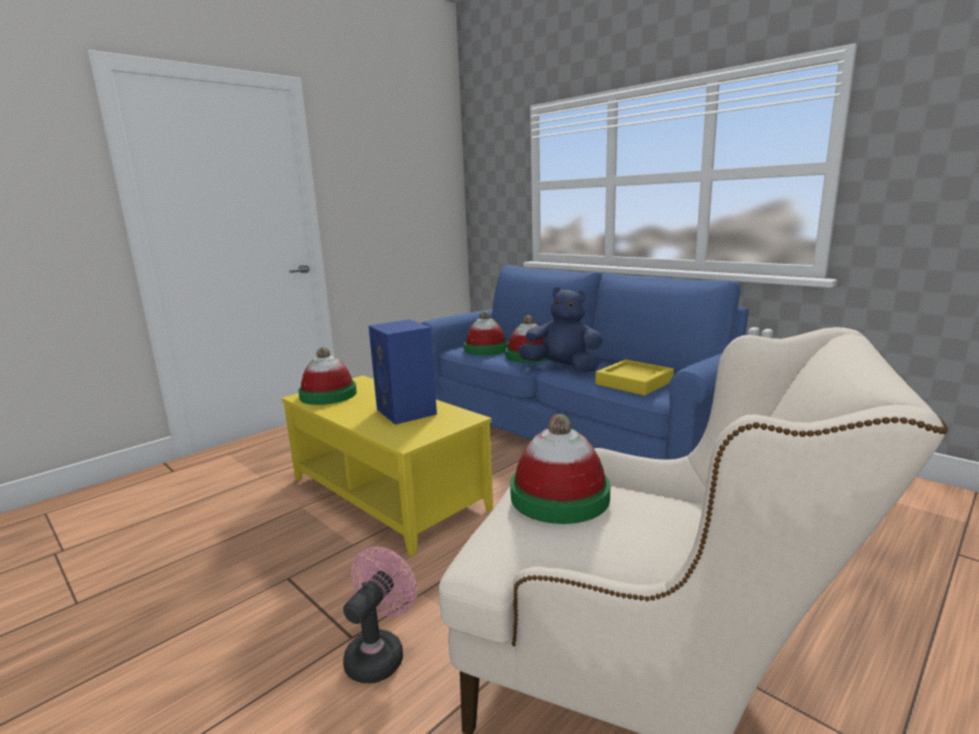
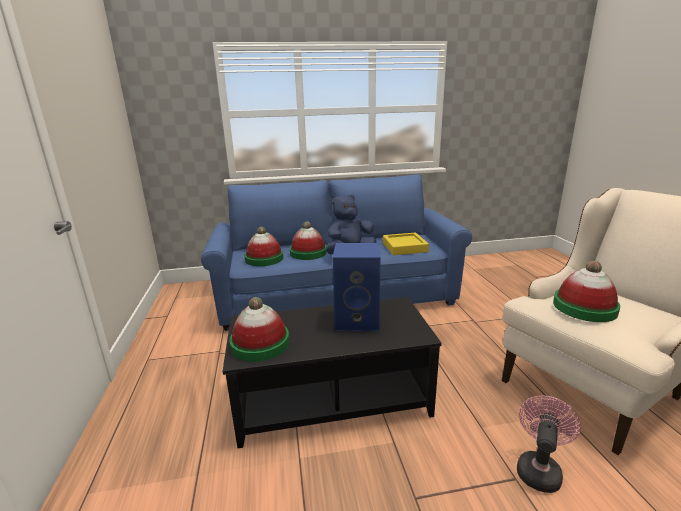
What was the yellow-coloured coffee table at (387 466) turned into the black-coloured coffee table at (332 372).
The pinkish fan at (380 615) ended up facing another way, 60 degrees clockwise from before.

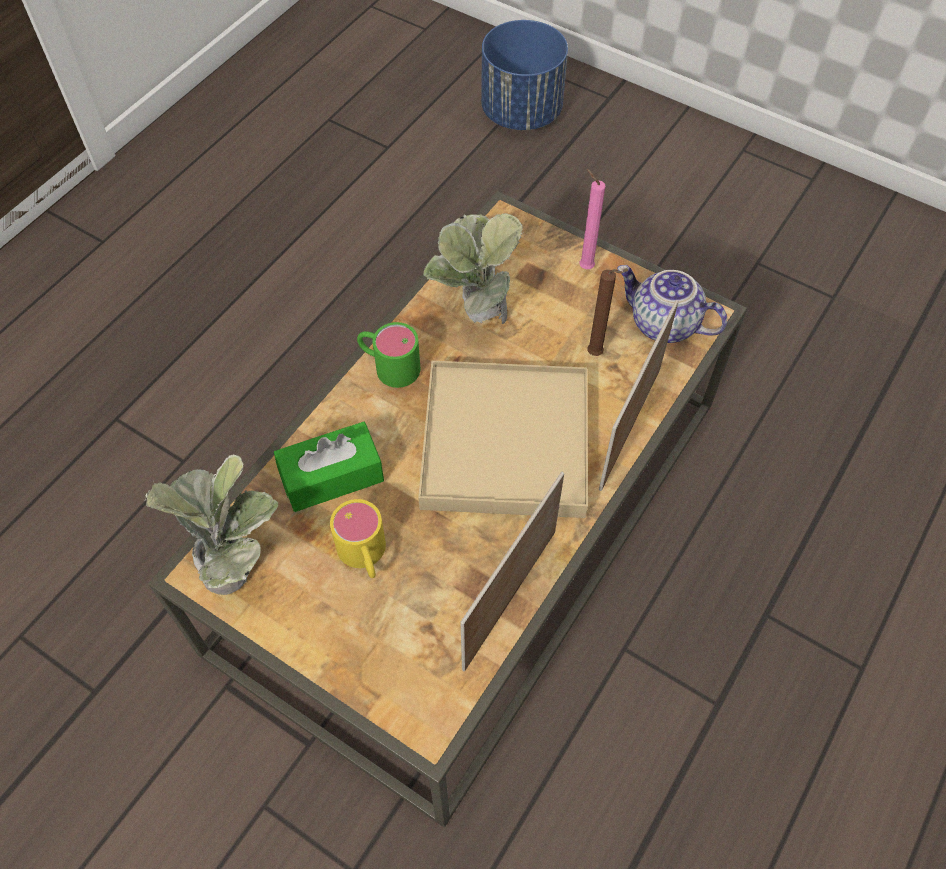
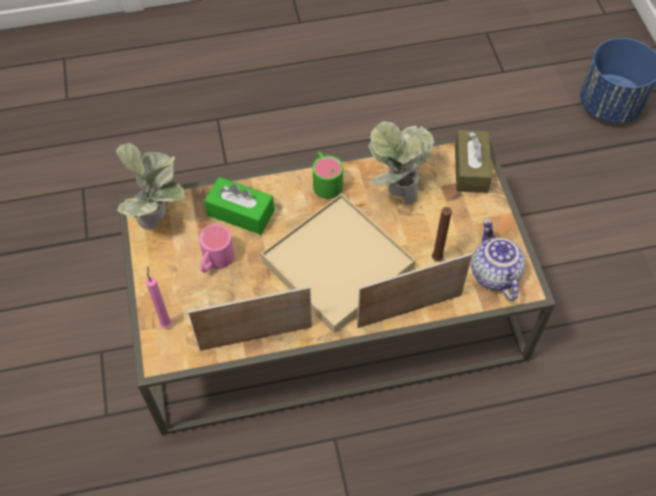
The pinkish wax light ended up elsewhere, having gone from (592 219) to (159 297).
What was the yellow-coloured tea mug at (358 538) turned into the pinkish tea mug at (216 248).
The second view gained the brown-coloured tissue holder at (473 161).

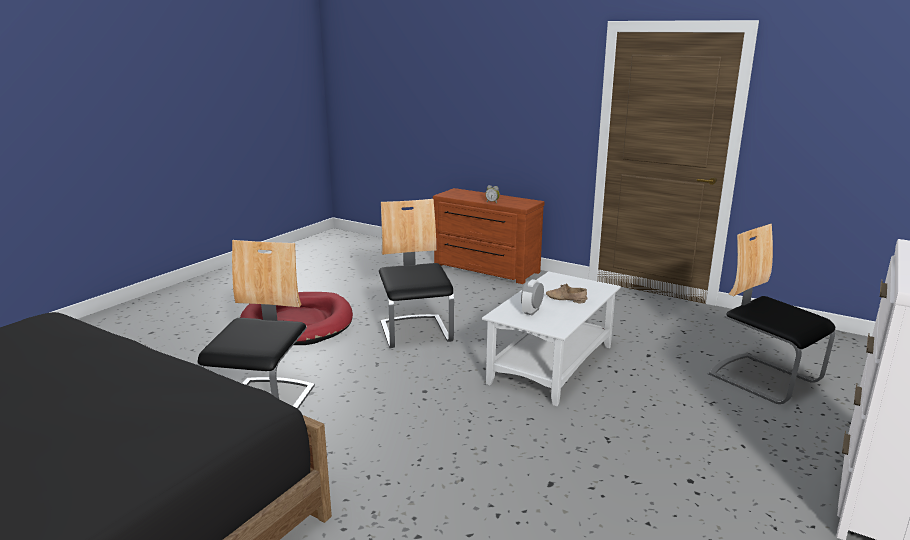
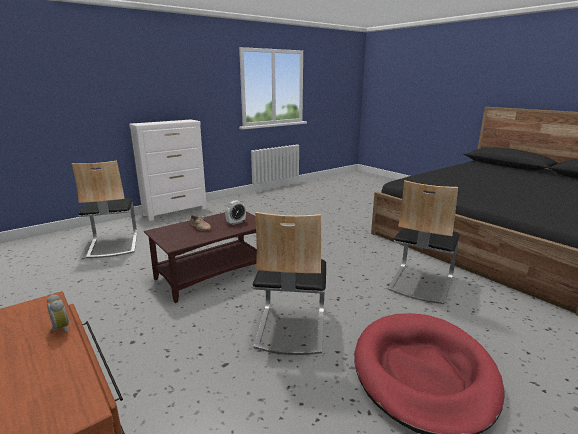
What was the whitish coffee table at (551 338) turned into the brown-coloured coffee table at (200 257).

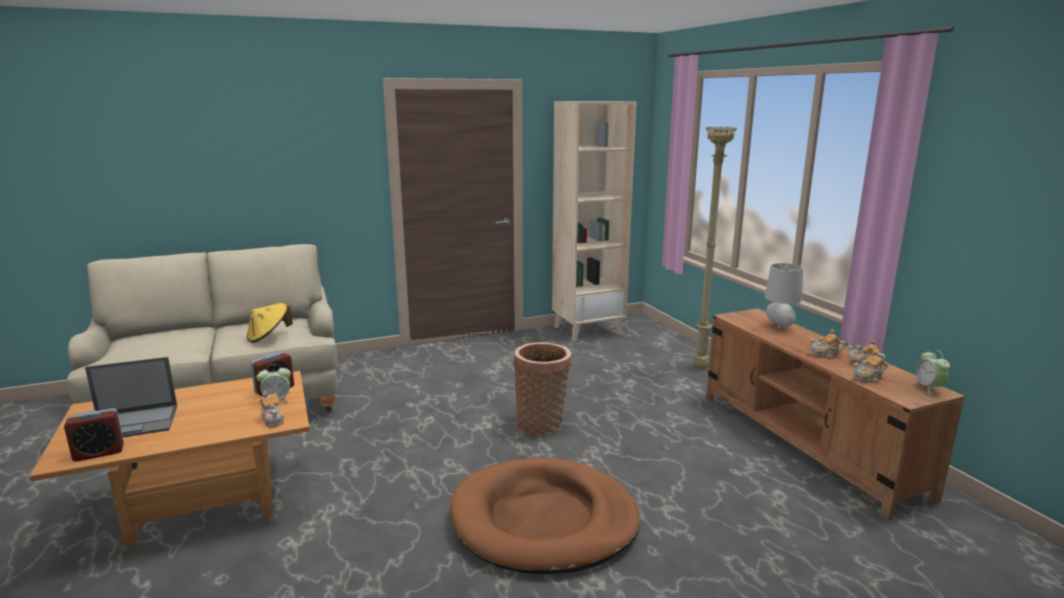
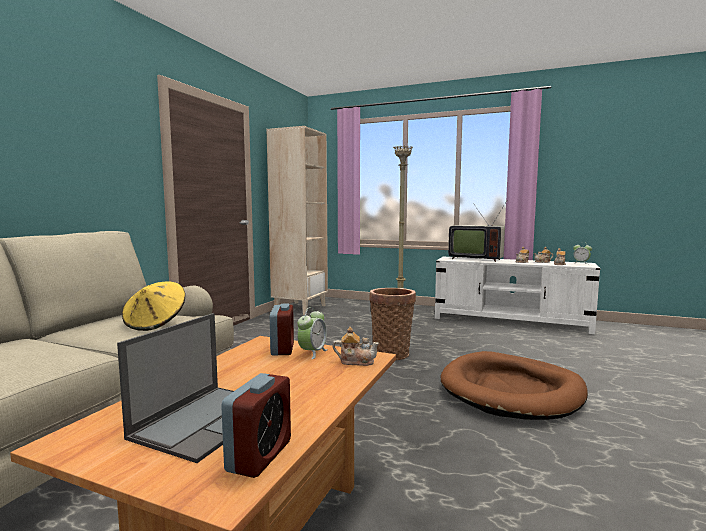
Where the grey tabletop lamp stood at (784 296), the TV came to stand at (477 231).
What was the brown-coloured tv unit at (835 414) turned into the whitish tv unit at (517 295).

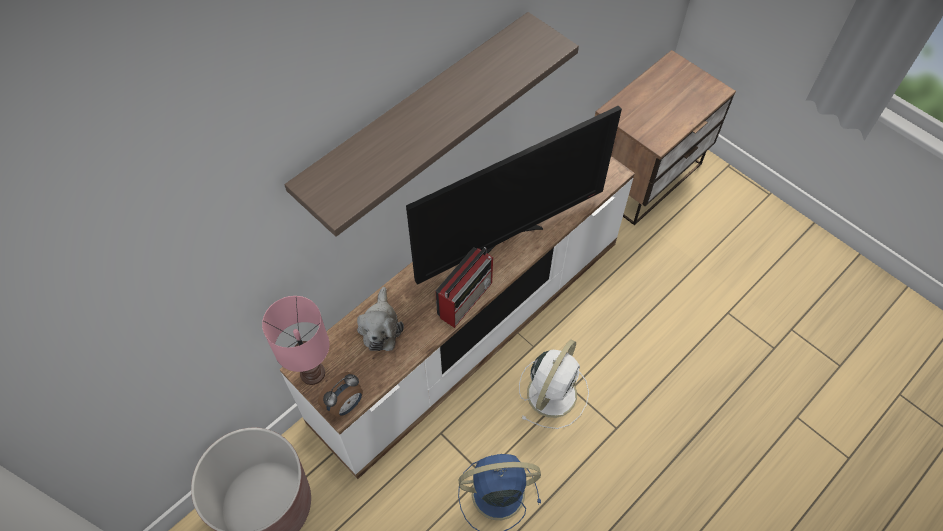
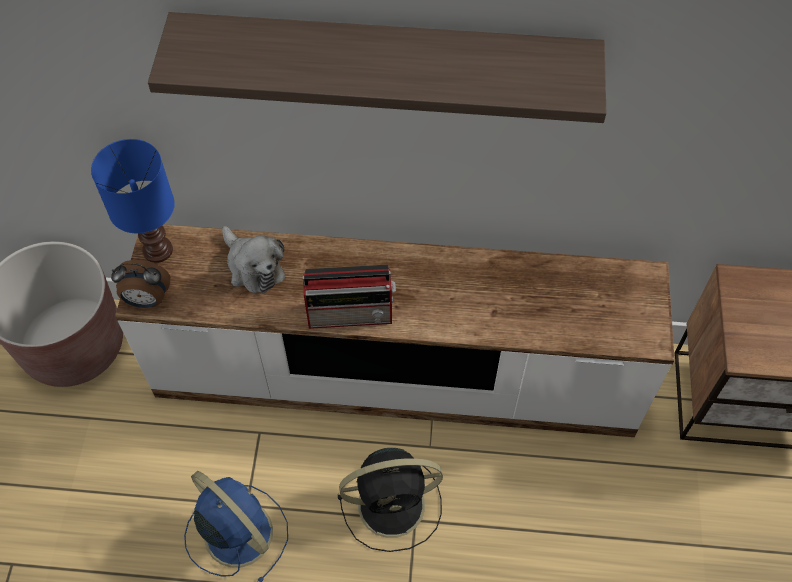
The second view lost the TV at (514 195).
The cuddly toy at (380 319) ended up facing another way, 90 degrees counterclockwise from before.
What was the pinkish tabletop lamp at (296 340) turned into the blue tabletop lamp at (133 201).
What was the whitish fan at (554 384) turned into the black-coloured fan at (390 500).

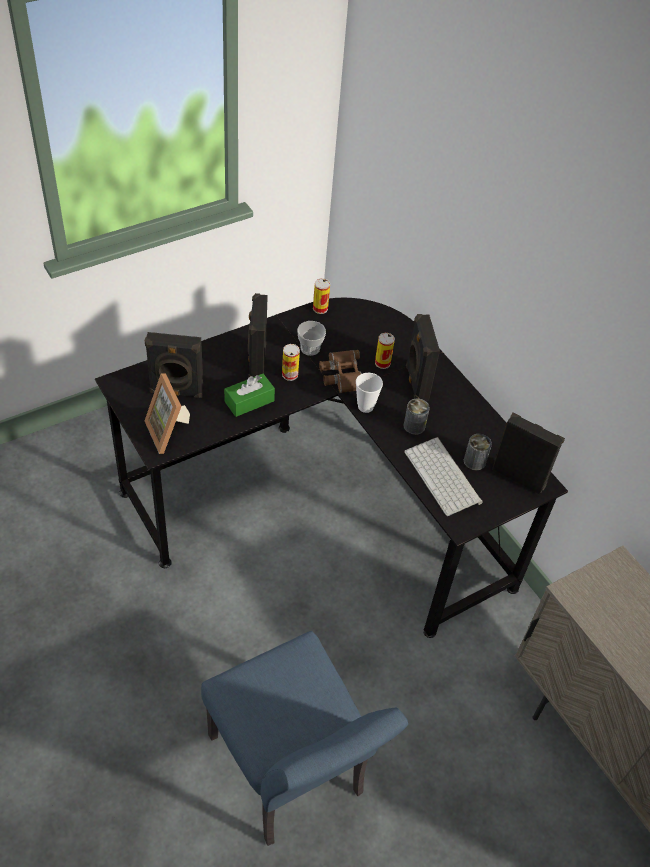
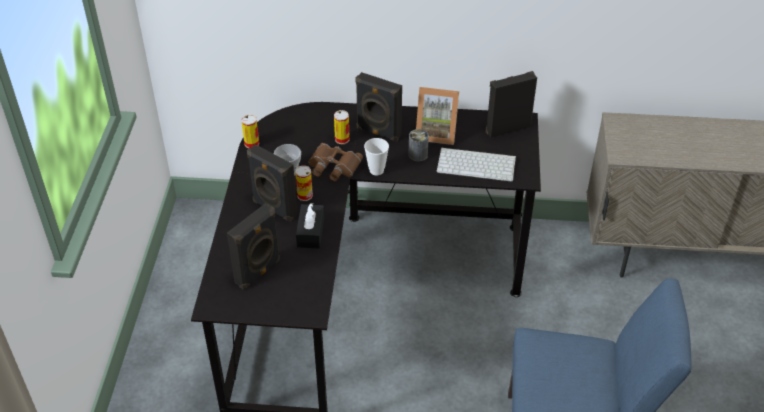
The picture frame ended up elsewhere, having gone from (167 413) to (437 116).
What was the green tissue holder at (249 395) turned into the black-coloured tissue holder at (310 225).
The second view lost the metal can at (478 452).

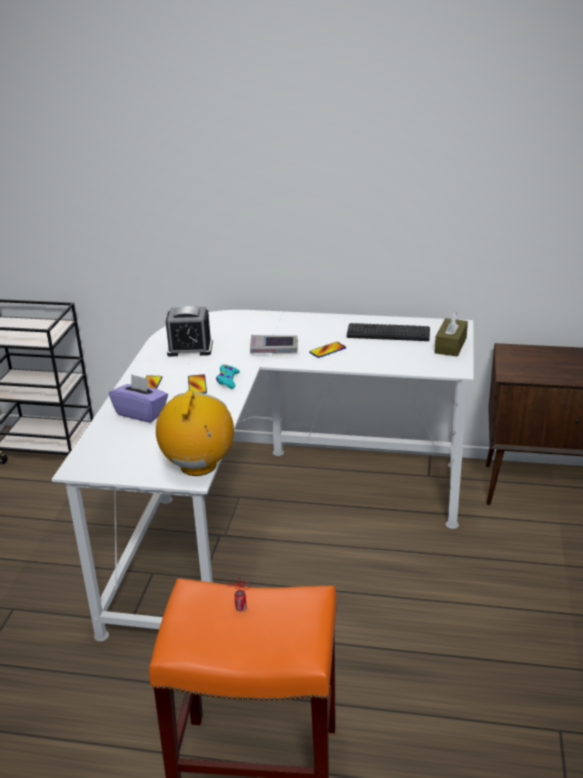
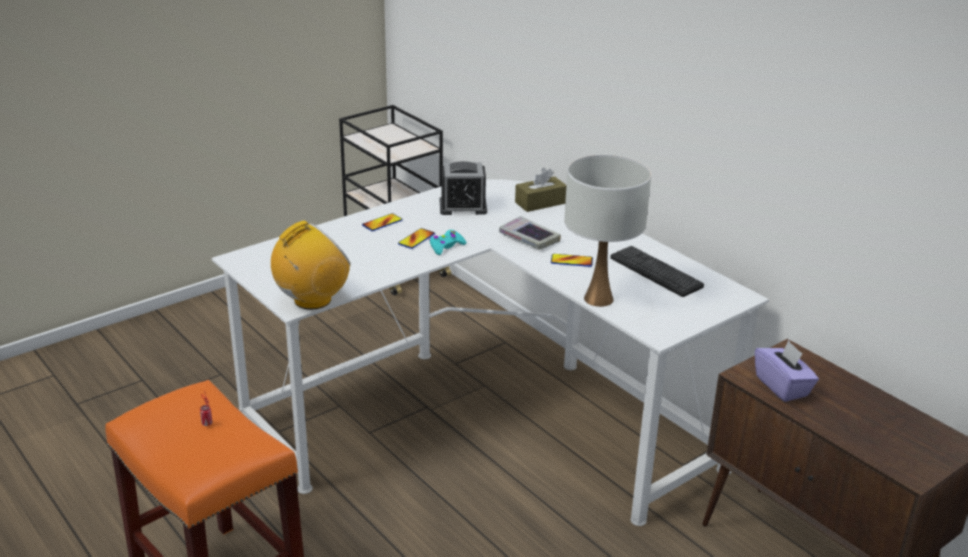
The alarm clock at (189 331) ended up facing another way, 45 degrees counterclockwise from before.
The brown-coloured tissue holder ended up elsewhere, having gone from (451 334) to (540 190).
The purple tissue holder ended up elsewhere, having gone from (138 398) to (787 371).
The second view gained the whitish tabletop lamp at (607 230).

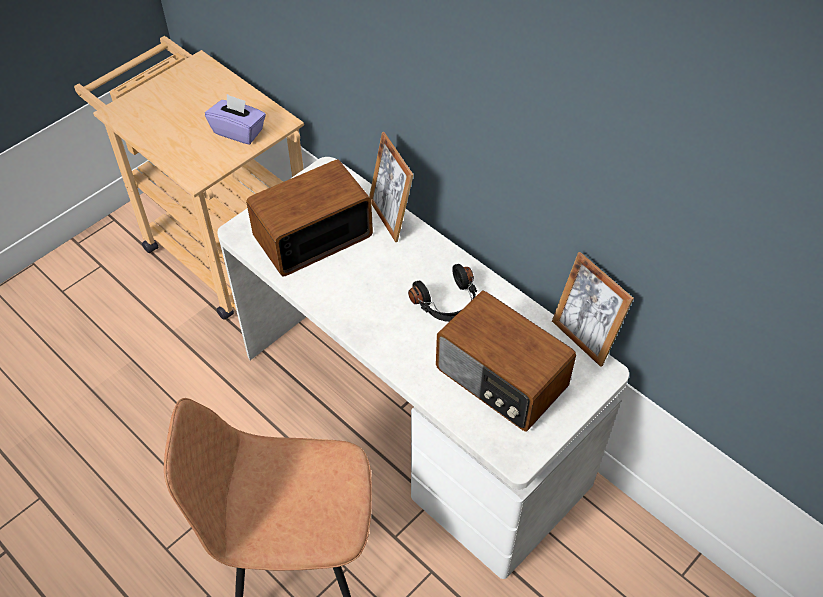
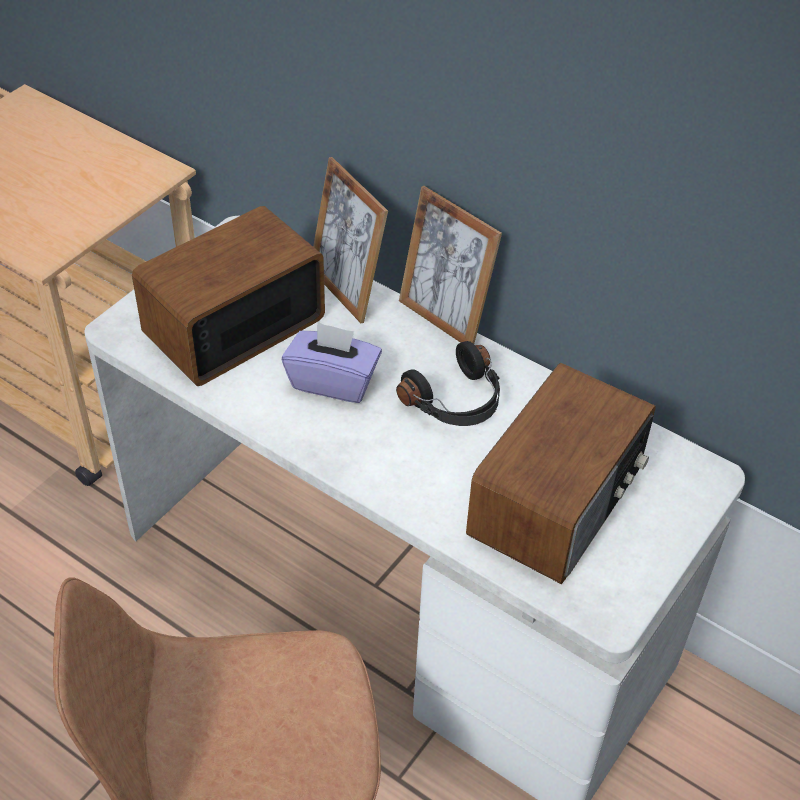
The purple tissue holder ended up elsewhere, having gone from (235 119) to (332 362).
The picture frame ended up elsewhere, having gone from (593 309) to (450 265).
The radio receiver at (506 361) ended up facing another way, 90 degrees counterclockwise from before.

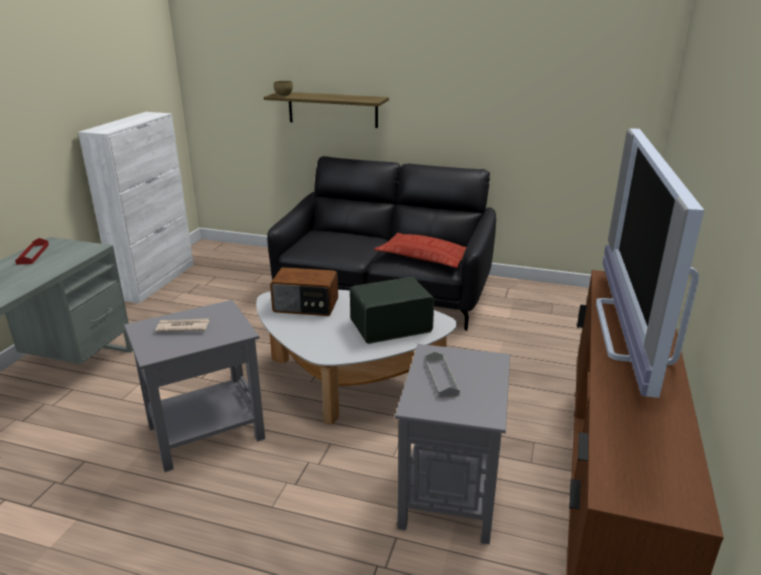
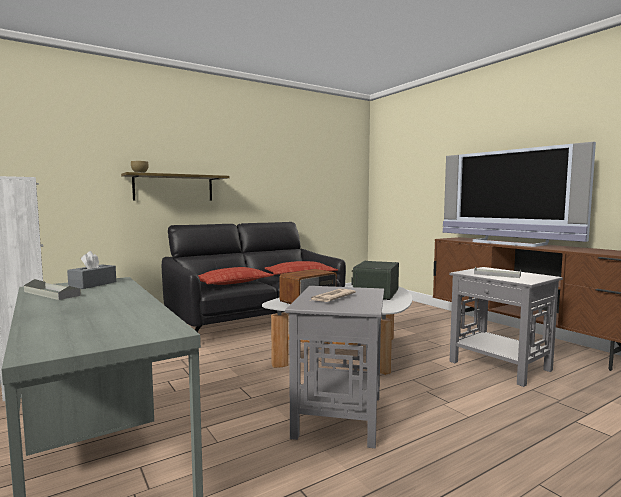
What was the reddish tray at (32 251) turned into the grey tray at (52 289).
The second view gained the grey tissue holder at (91 270).
The second view gained the cushion at (236 276).

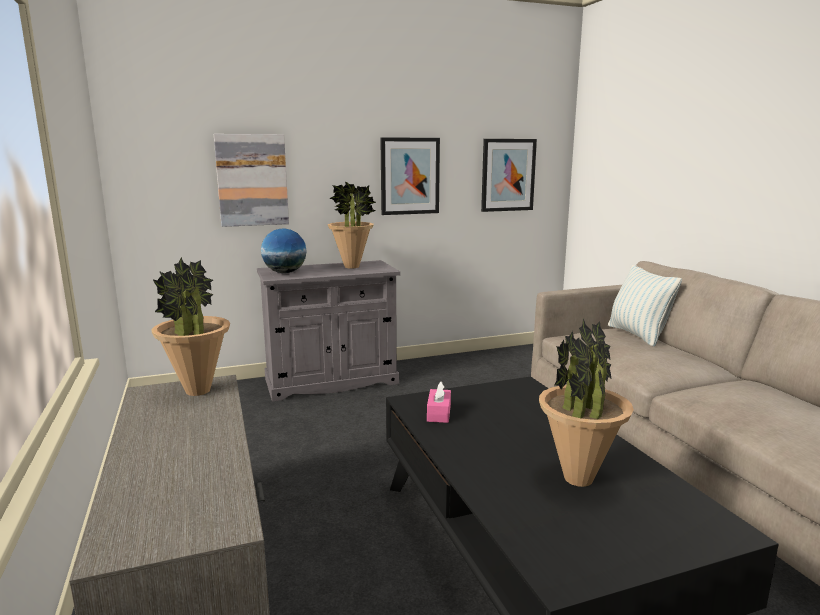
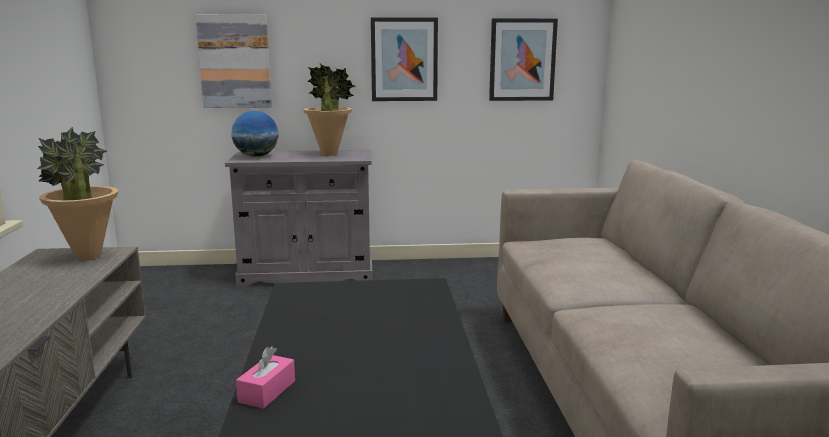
The second view lost the cushion at (645 305).
The second view lost the potted plant at (586 402).
The pinkish tissue holder ended up elsewhere, having gone from (439 402) to (265 377).

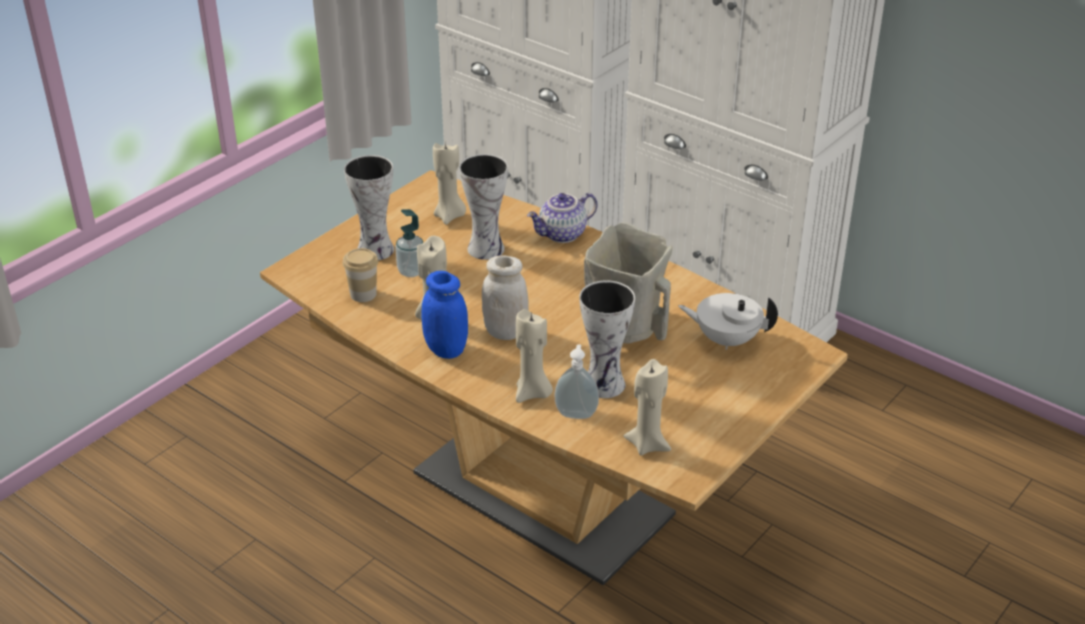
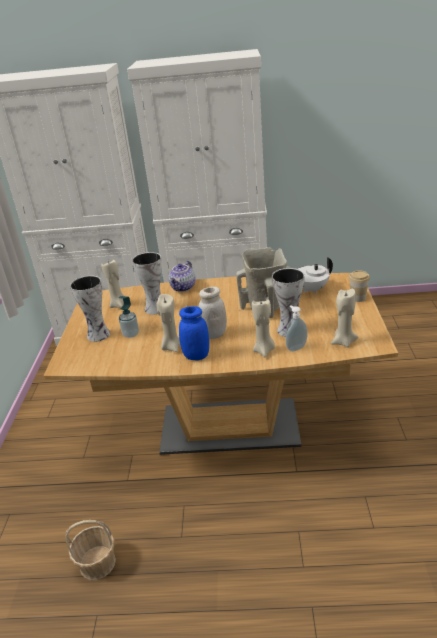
The drinking cup ended up elsewhere, having gone from (360 275) to (359 286).
The second view gained the basket at (91 550).

